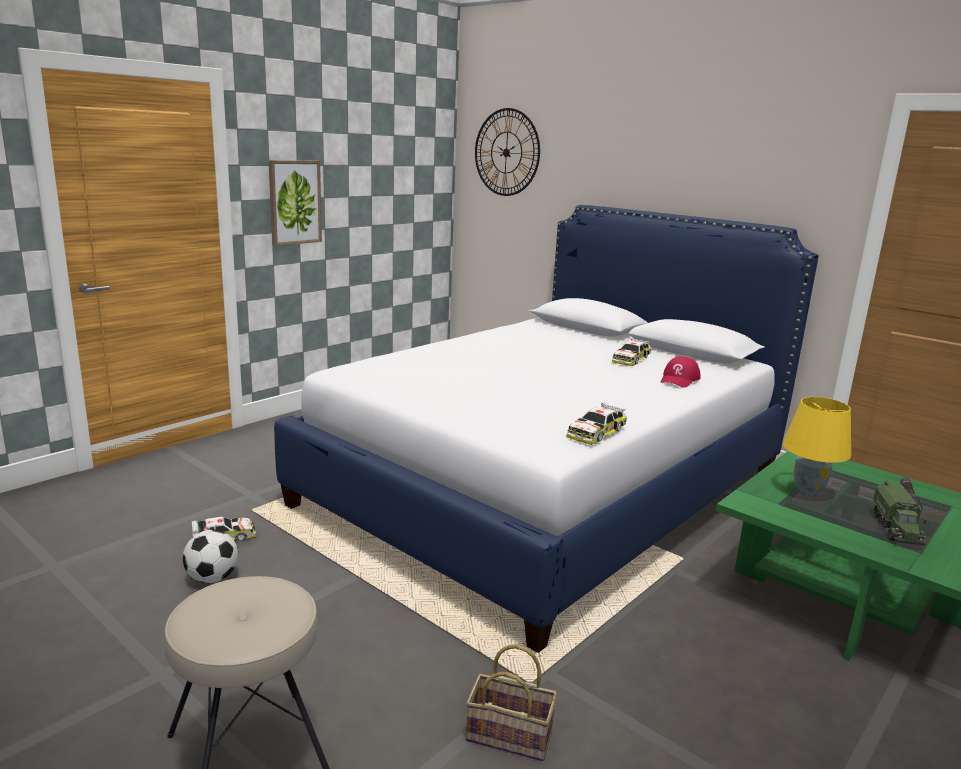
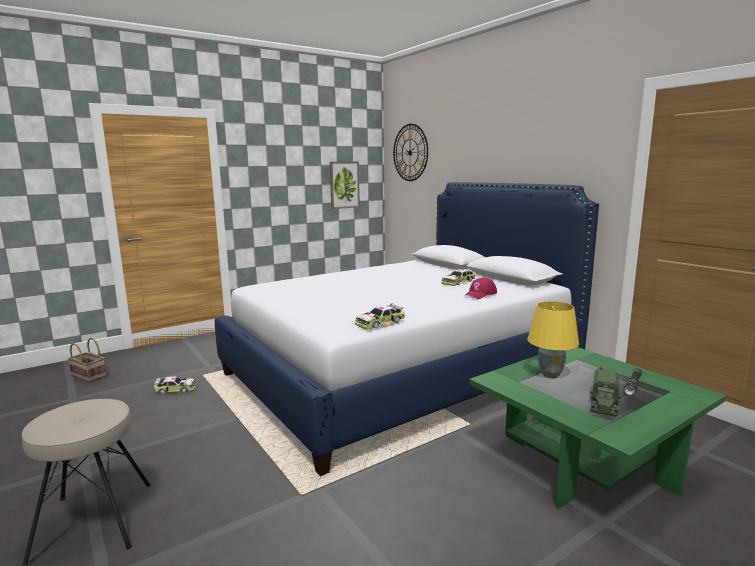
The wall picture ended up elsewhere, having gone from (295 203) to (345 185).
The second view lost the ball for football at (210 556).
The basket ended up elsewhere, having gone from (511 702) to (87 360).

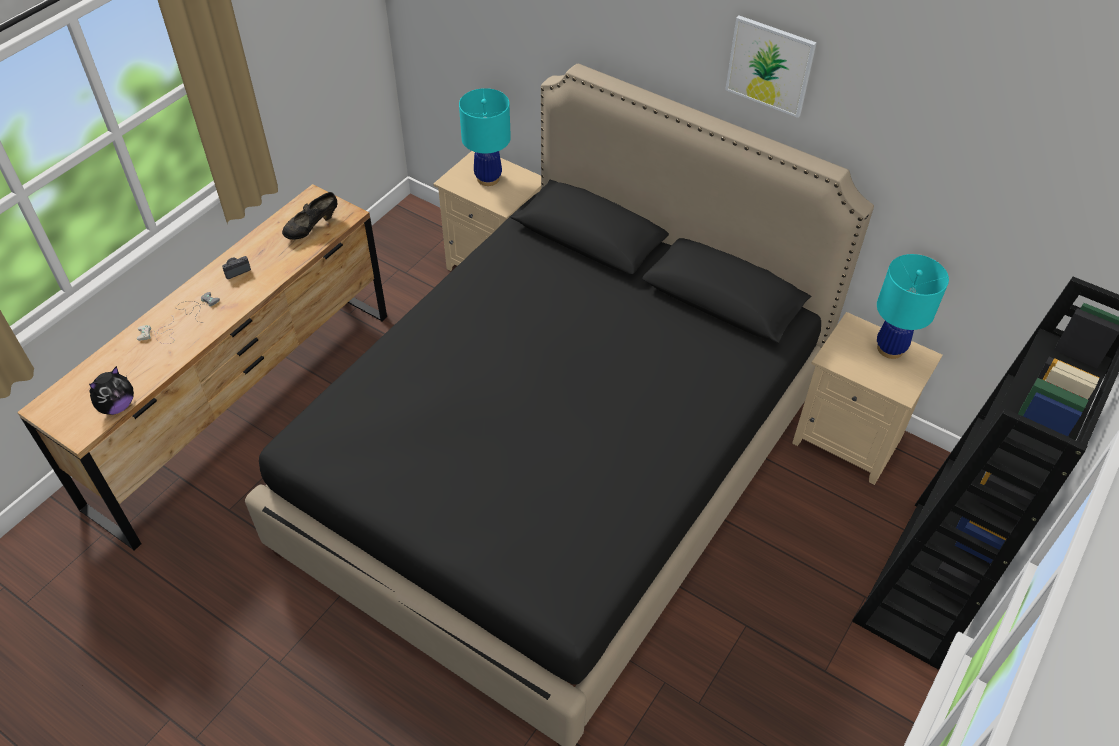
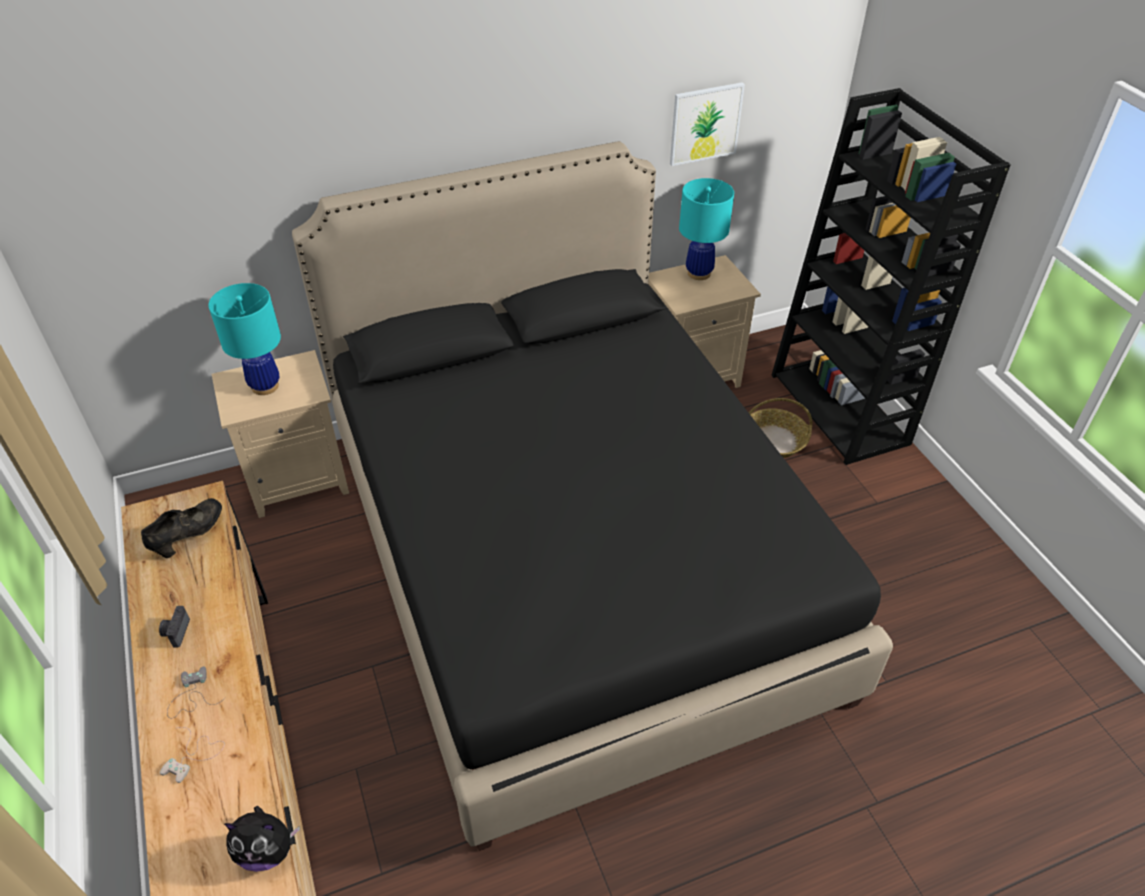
The wall picture ended up elsewhere, having gone from (771 67) to (707 124).
The black-coloured item of footwear at (309 216) ended up facing another way, 135 degrees counterclockwise from before.
The cuddly toy at (111 390) ended up facing another way, 105 degrees clockwise from before.
The second view gained the basket at (780 428).

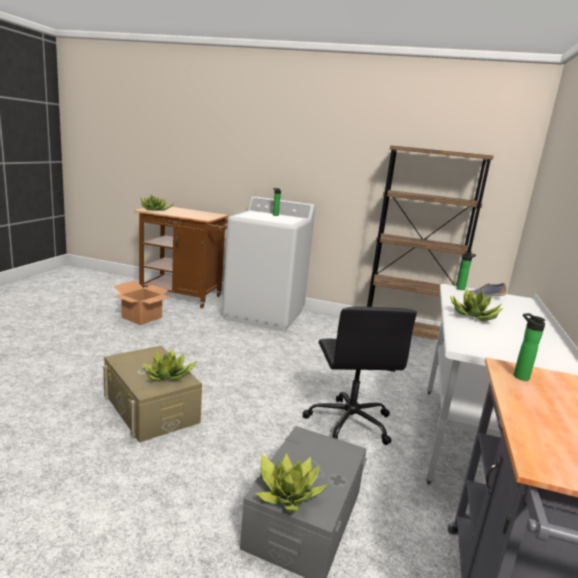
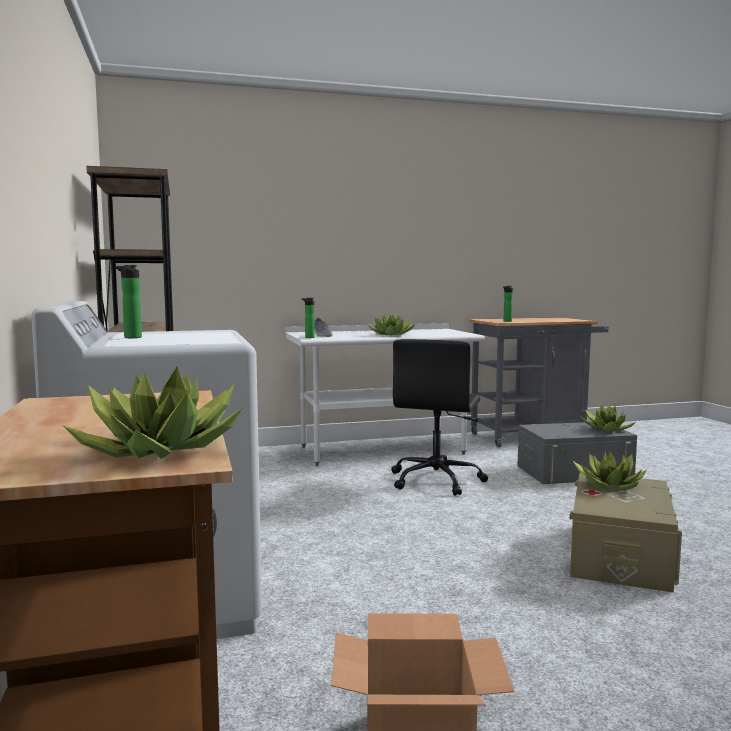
The black-coloured office chair at (360 375) ended up facing another way, 150 degrees clockwise from before.

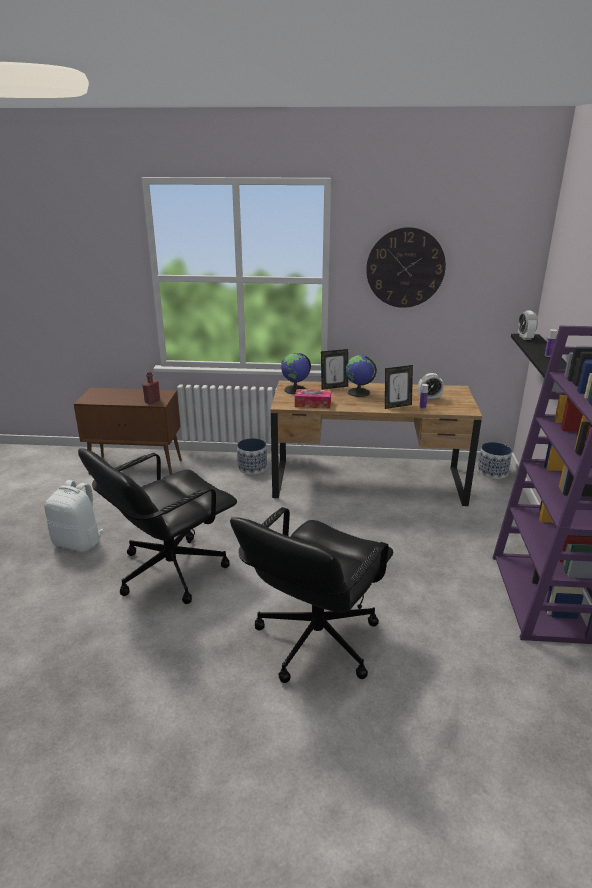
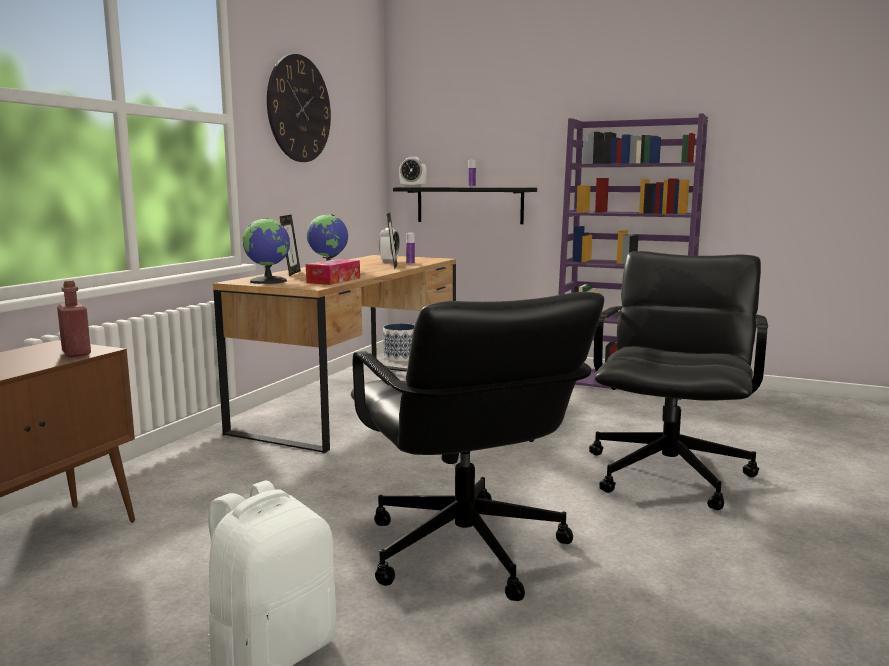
The second view lost the flower pot at (252 456).
The black-coloured office chair at (311 595) ended up facing another way, 120 degrees counterclockwise from before.

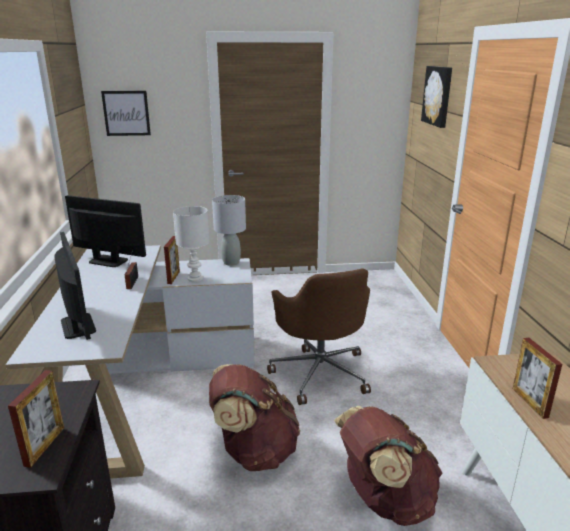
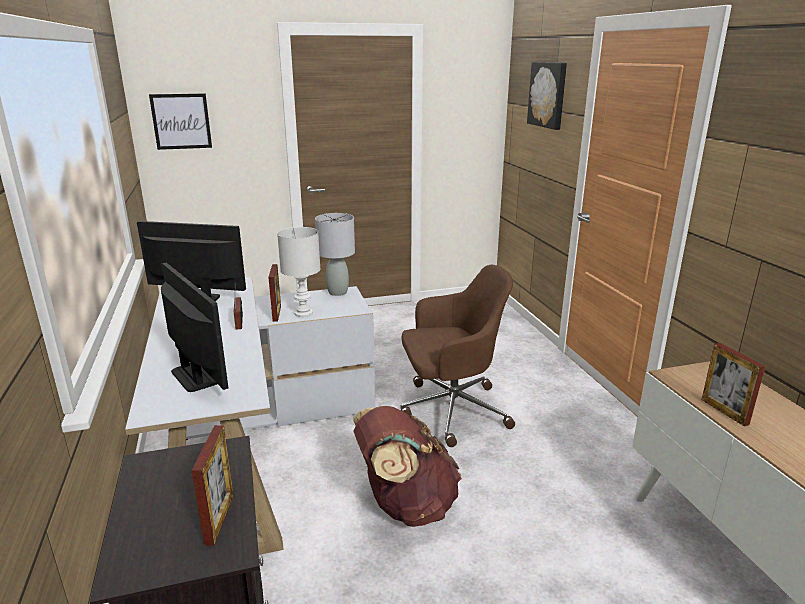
The brown-coloured office chair at (319 336) ended up facing another way, 75 degrees counterclockwise from before.
The second view lost the brown-coloured knapsack at (388 466).

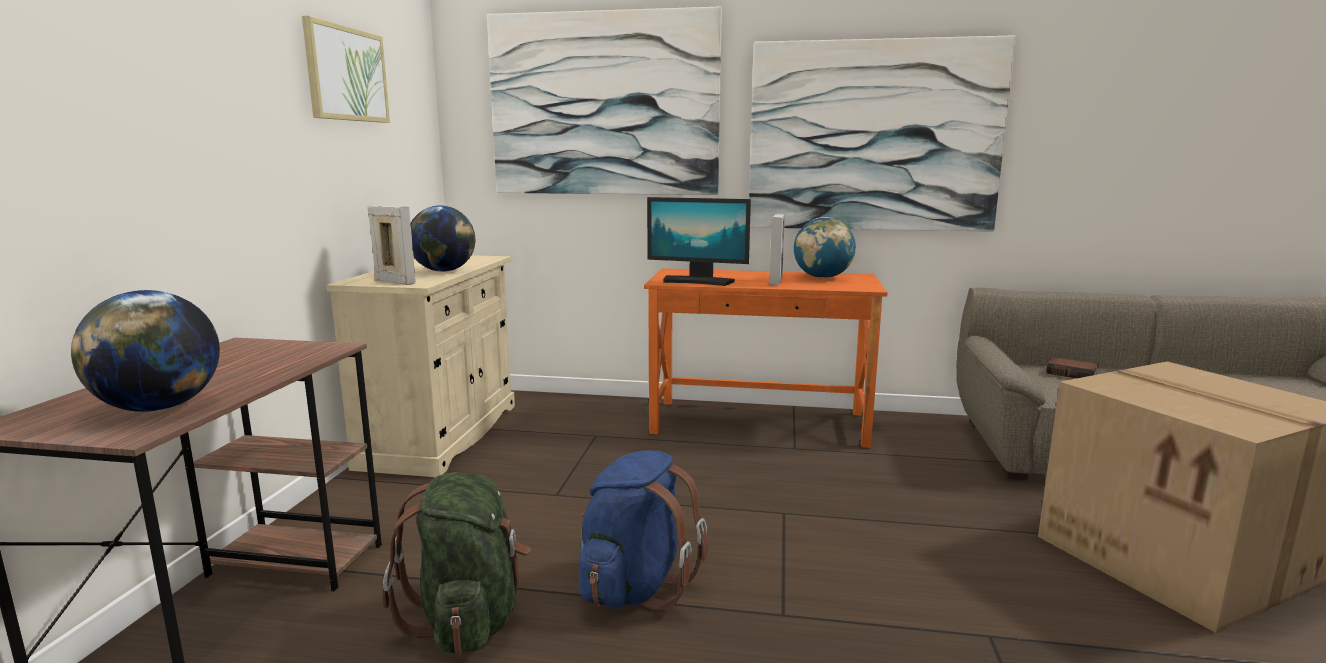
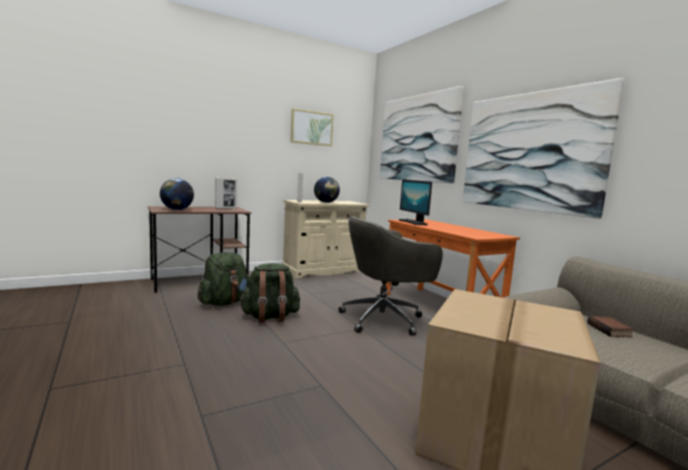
The picture frame ended up elsewhere, having gone from (777 250) to (226 193).
The second view lost the world globe at (825 247).
What was the blue knapsack at (643 530) turned into the green knapsack at (269 293).
The second view gained the grey office chair at (390 276).

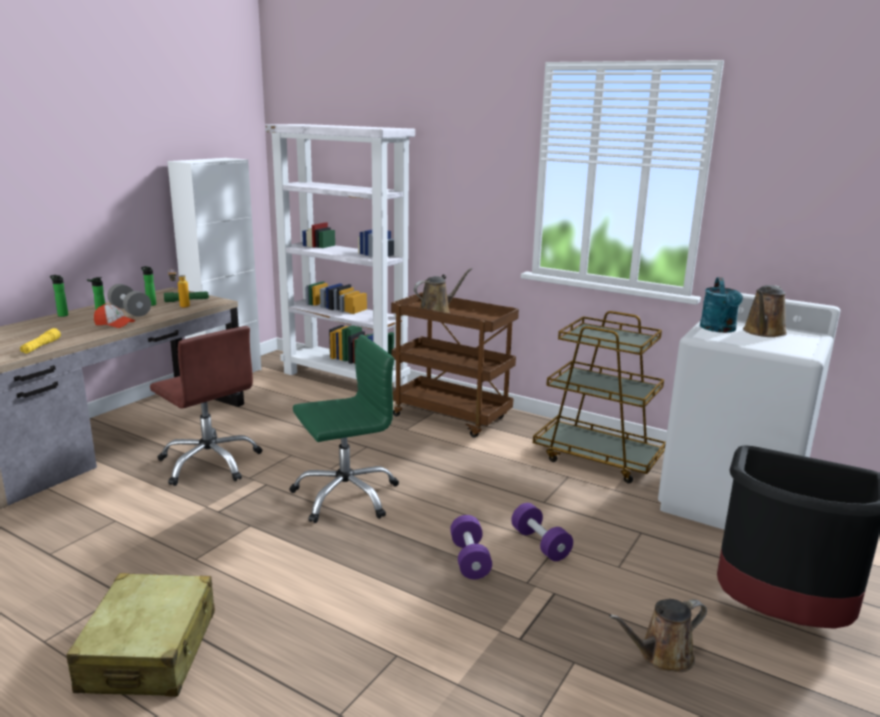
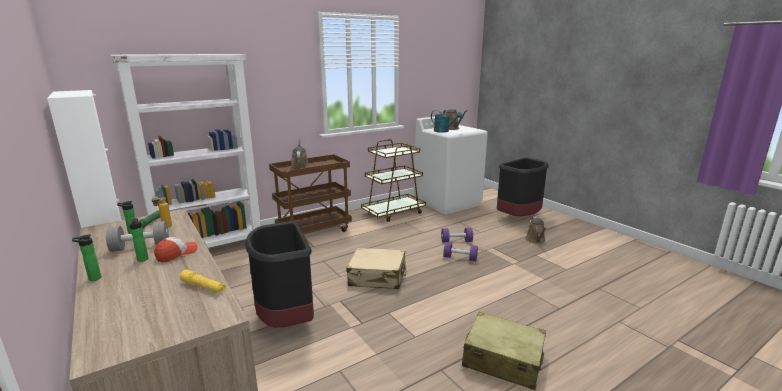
Where the brown-coloured office chair stood at (206 406), the black-coloured waste bin came to stand at (279 274).
Where the green office chair stood at (344 428), the beige piece of luggage came to stand at (376 268).

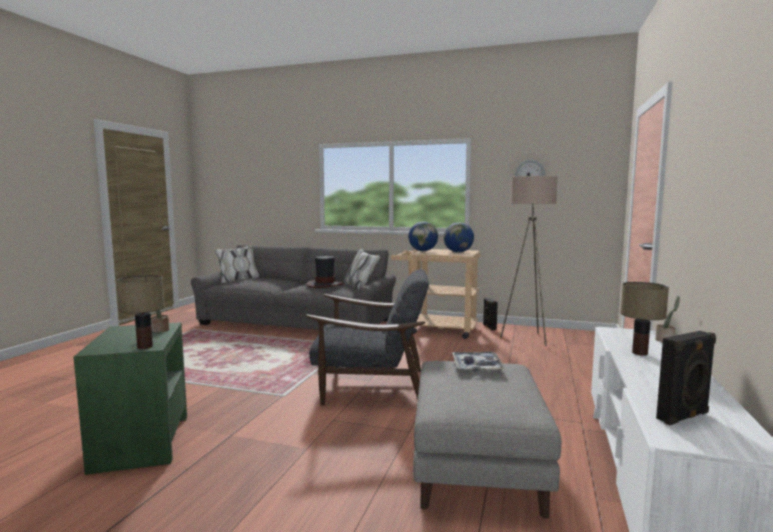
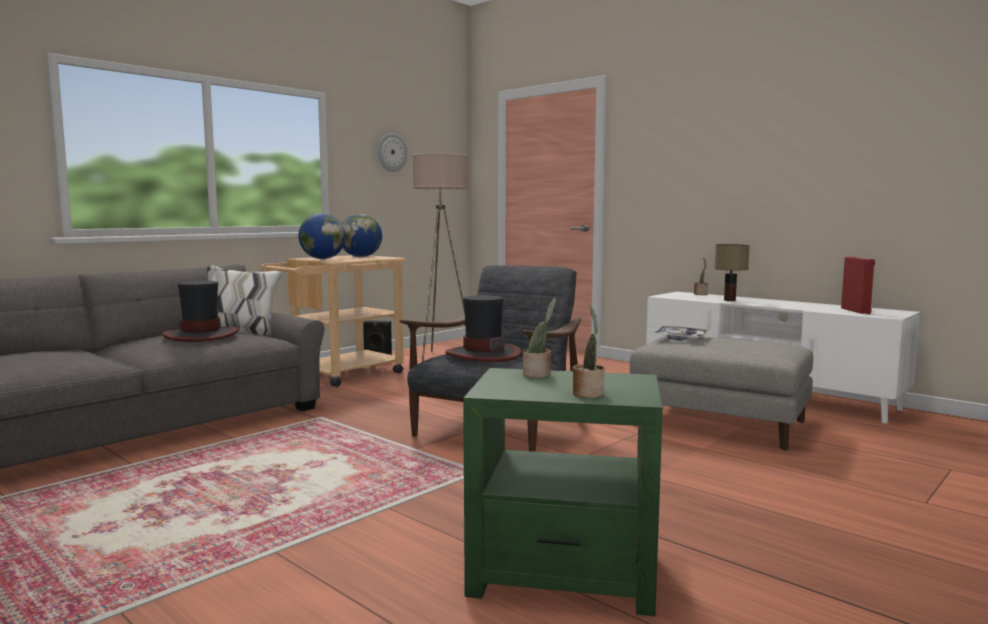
The second view lost the tabletop lamp at (141 312).
What was the black-coloured audio speaker at (686 378) turned into the reddish audio speaker at (858 285).
The second view gained the hat at (483 328).
The second view gained the potted plant at (589 352).

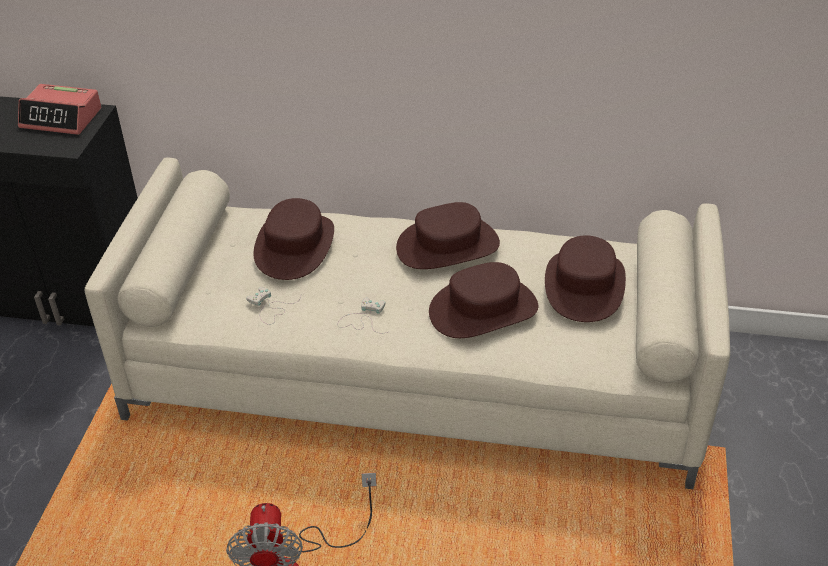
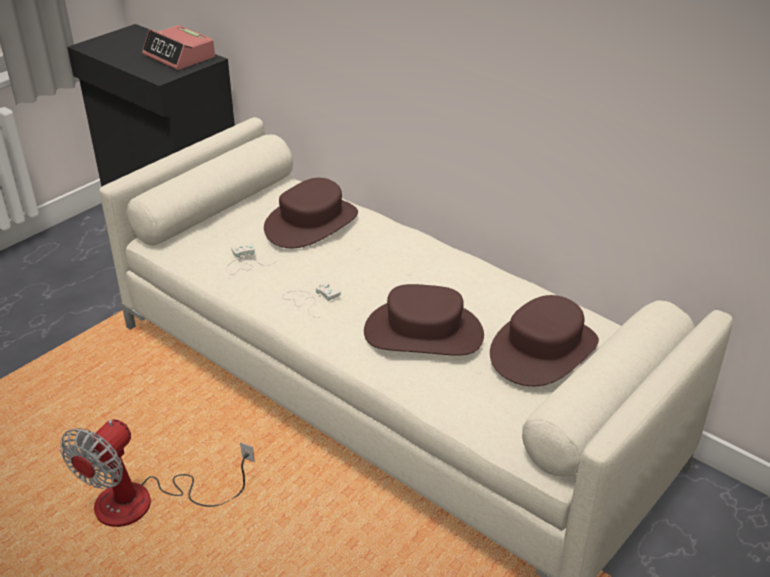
The second view lost the brown-coloured hat at (448 235).

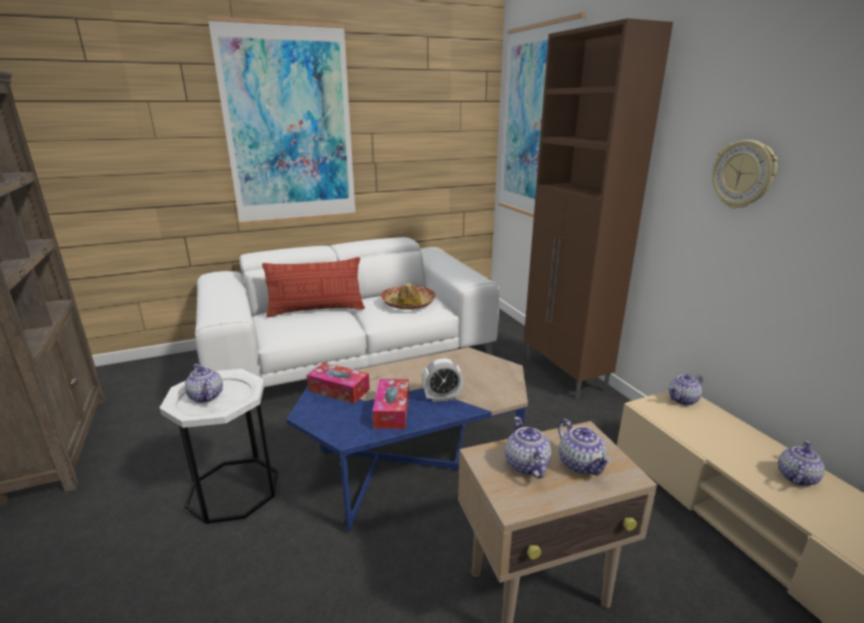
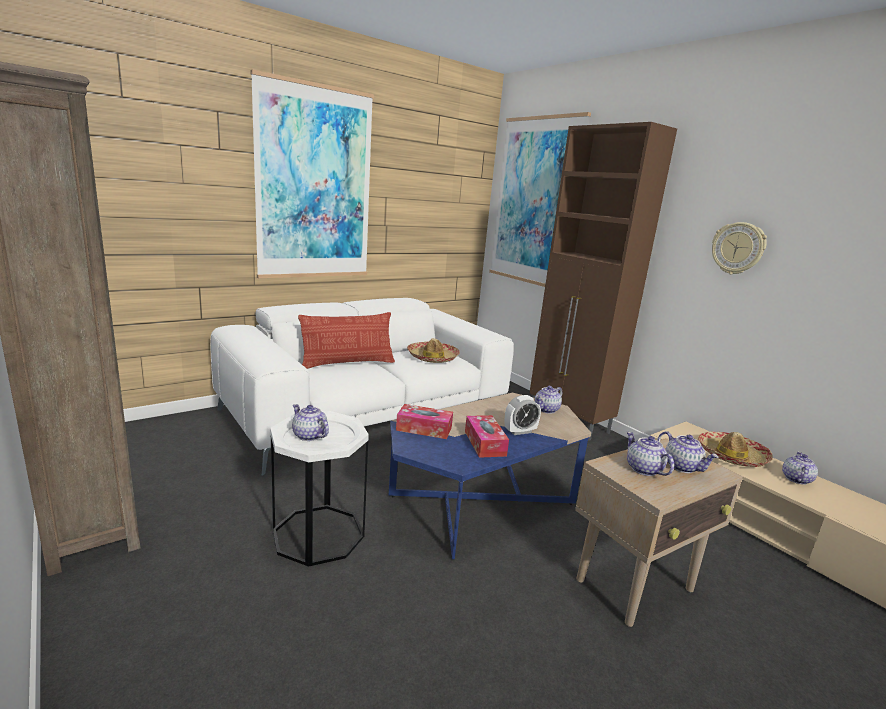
The teapot ended up elsewhere, having gone from (686 389) to (548 400).
The second view gained the hat at (735 449).

